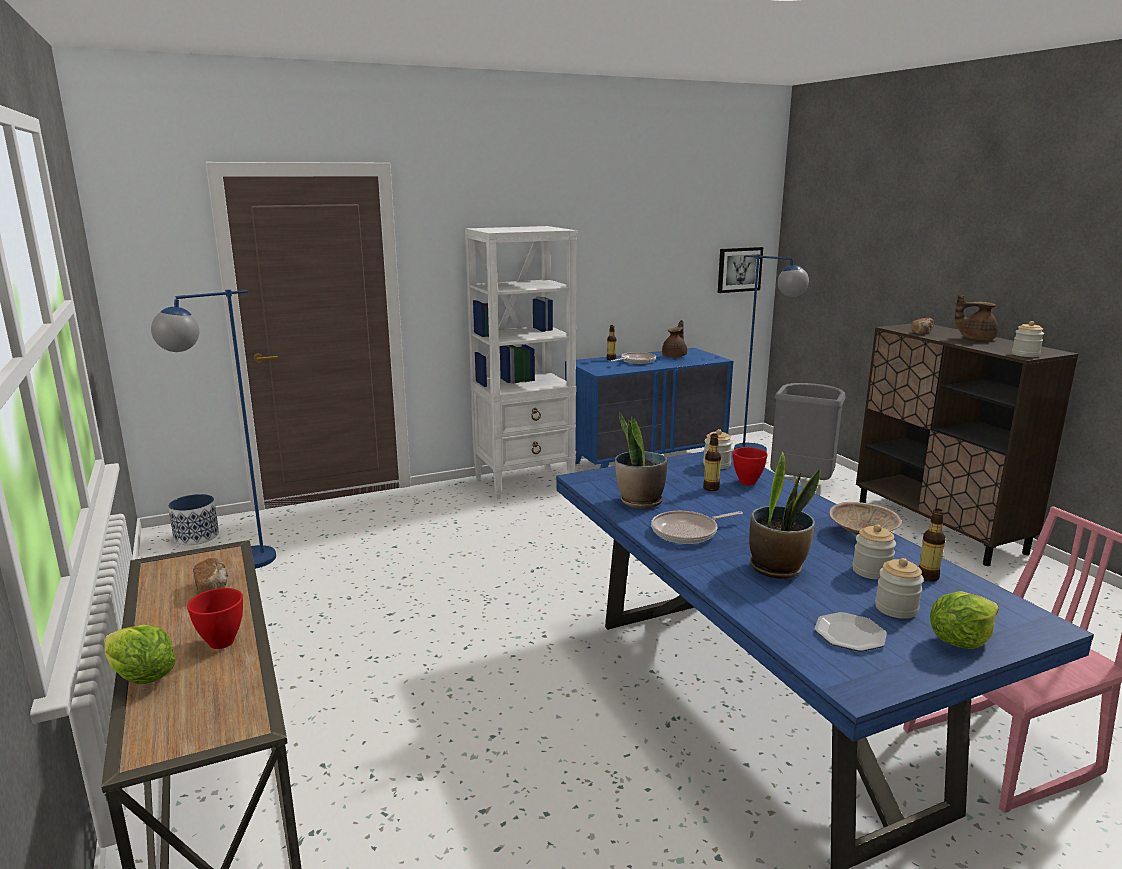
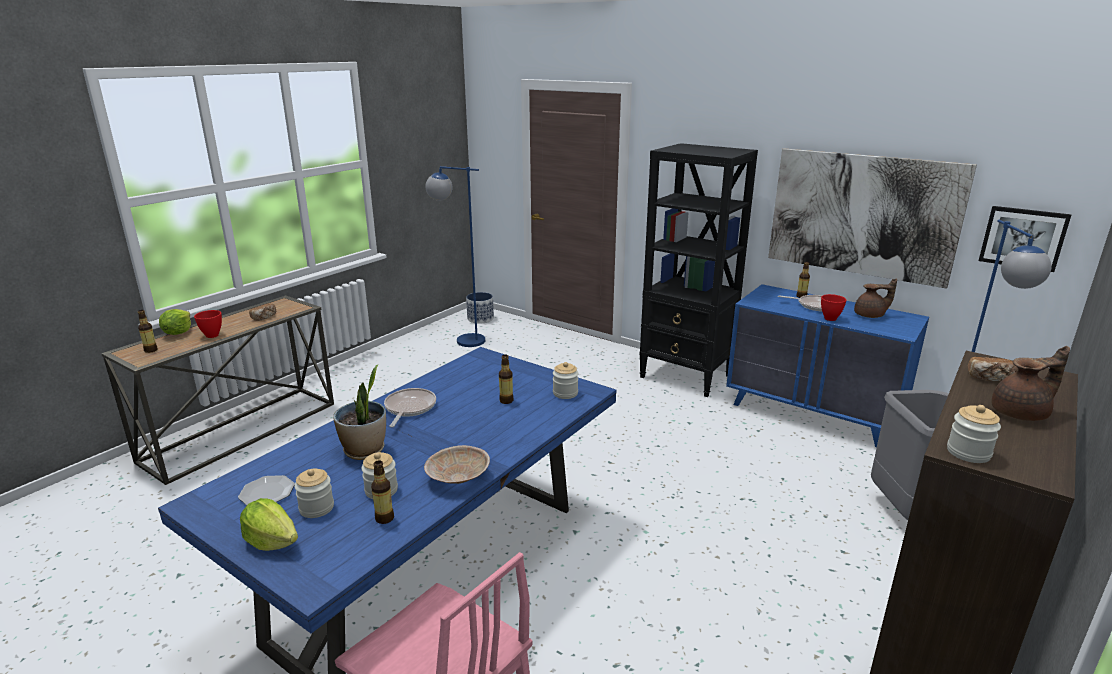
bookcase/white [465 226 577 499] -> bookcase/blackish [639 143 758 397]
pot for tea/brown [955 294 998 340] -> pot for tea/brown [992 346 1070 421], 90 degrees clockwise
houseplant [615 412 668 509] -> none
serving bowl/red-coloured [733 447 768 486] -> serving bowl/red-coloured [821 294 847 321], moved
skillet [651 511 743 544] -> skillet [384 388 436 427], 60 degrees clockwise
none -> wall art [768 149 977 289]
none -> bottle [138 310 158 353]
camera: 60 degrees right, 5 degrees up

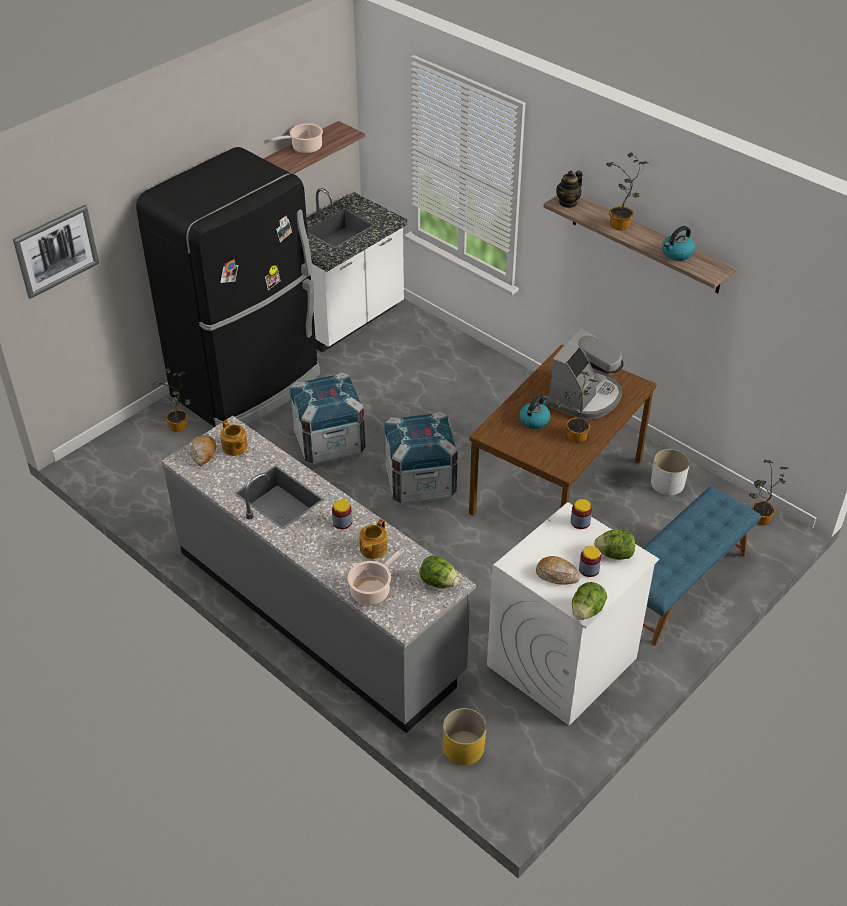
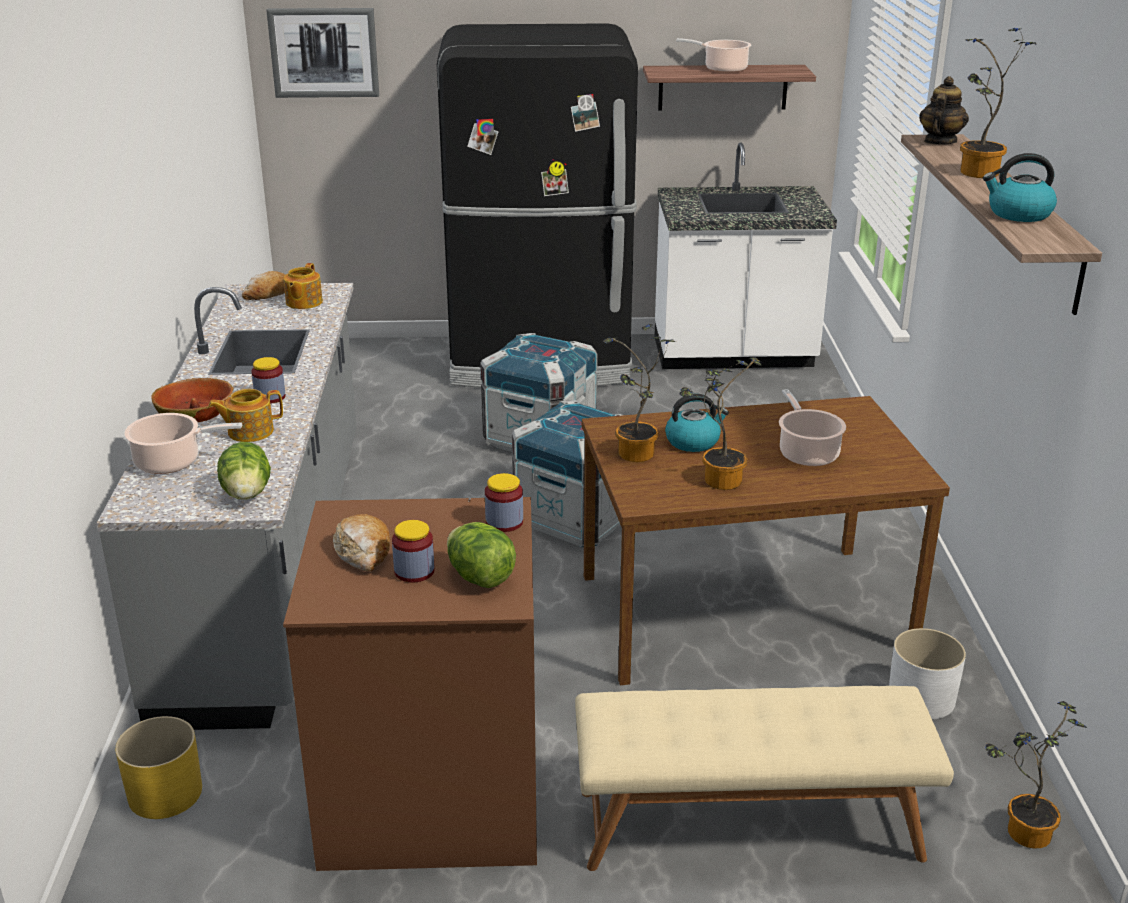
pot for tea [556 171 582 208] -> pot for tea [919 76 969 145], 120 degrees clockwise
coffee machine [546 328 624 419] -> cooking pot [779 389 846 466]
houseplant [152 368 191 432] -> houseplant [603 324 676 462], moved
bench/blue-coloured [643 486 761 646] -> bench/beige [575 686 954 871]
laundry machine/white [487 502 659 725] -> laundry machine/brown [283 497 537 871]
lettuce [572 582 607 620] -> none
none -> serving bowl [151 378 233 422]
camera: 45 degrees right, 15 degrees down

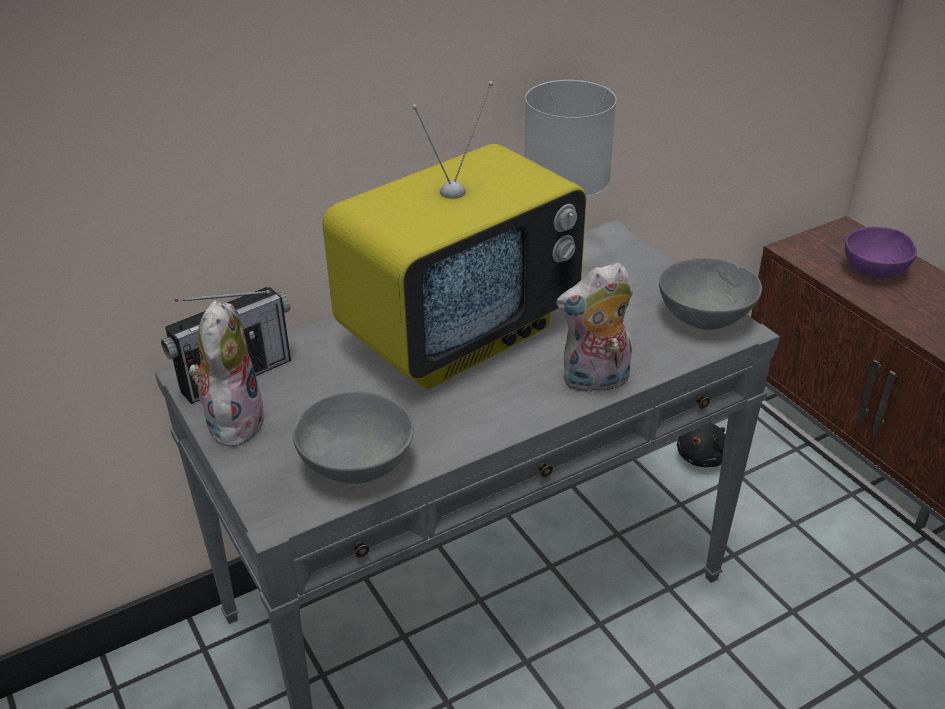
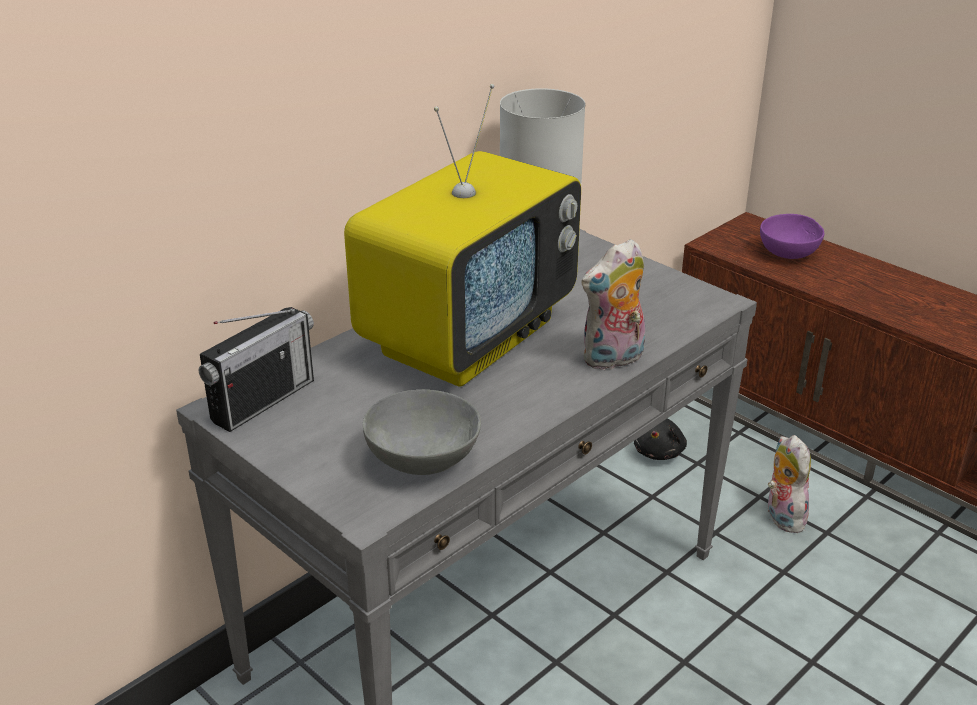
serving bowl/greyish [659 258 762 330] -> none
soft toy [189 300 265 447] -> soft toy [768 435 811 533], moved
camera: 15 degrees left, 5 degrees down

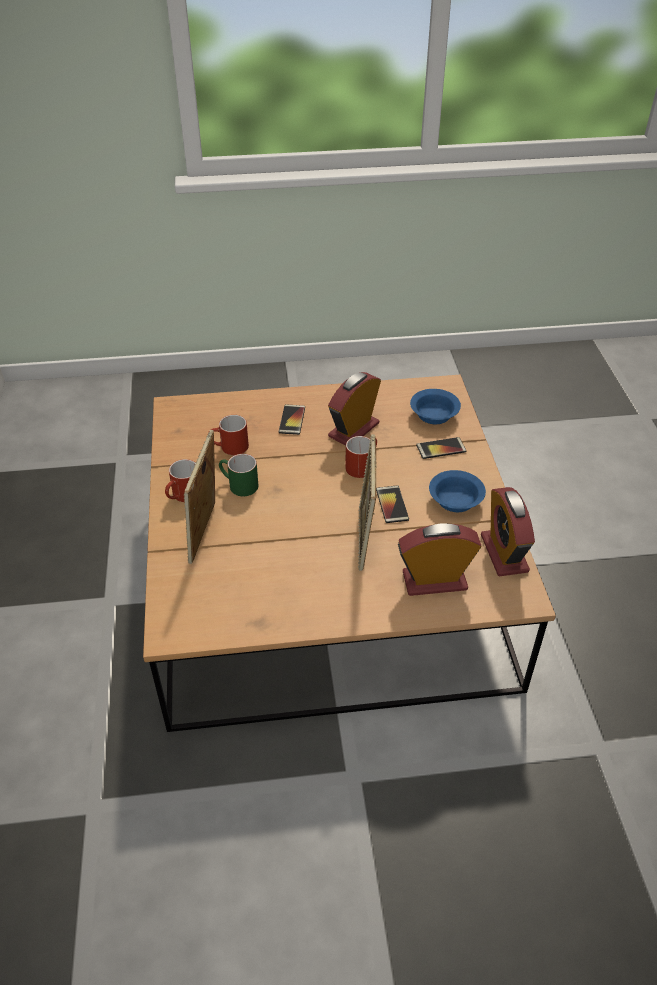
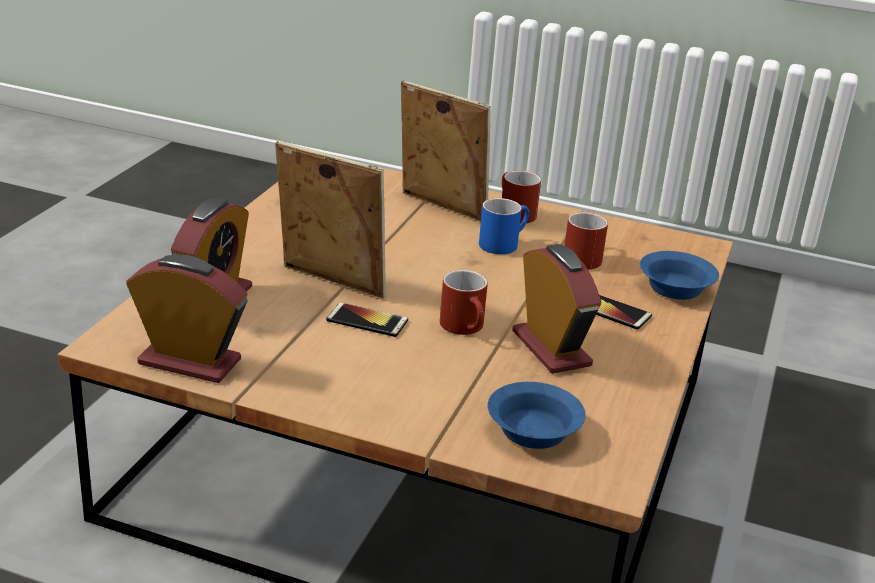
handset [416 437 466 459] -> none
mug/green-coloured [219 454 258 496] -> mug/blue-coloured [479 198 529 254]
serving bowl/blue-coloured [429 470 486 512] -> serving bowl/blue-coloured [640 251 719 300], moved
camera: 115 degrees right, 15 degrees down

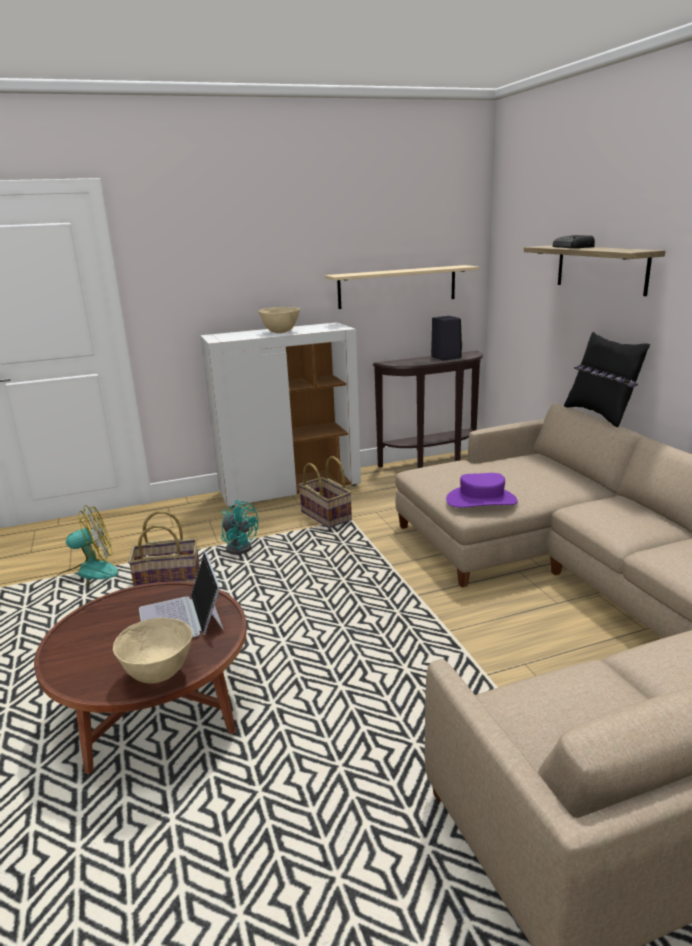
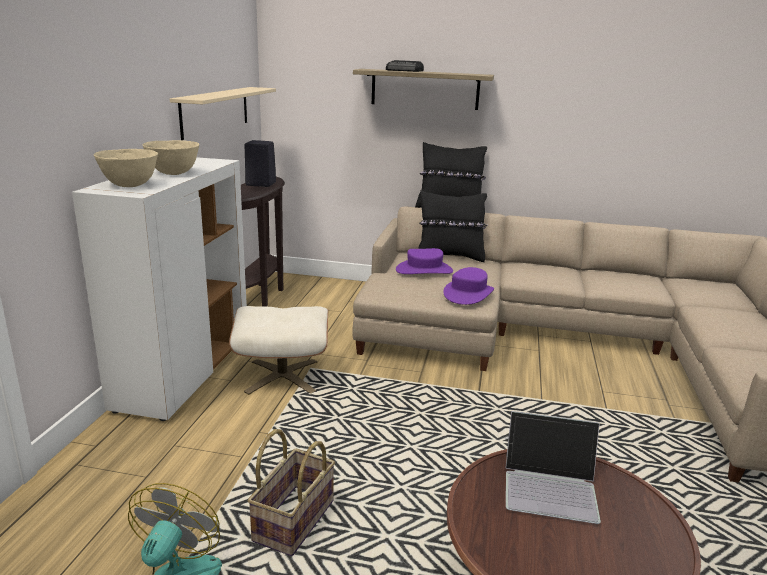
basket [298 456 352 528] -> pouffe/beige [229 306 328 395]
fan/turquoise-coloured [221 500 258 555] -> none
serving bowl/beige [113 618 193 683] -> serving bowl/beige [94 149 158 187], moved
none -> pillow/blackish [418 190 488 262]
none -> clothing hat/purplish [396 248 453 274]
camera: 60 degrees left, 0 degrees up

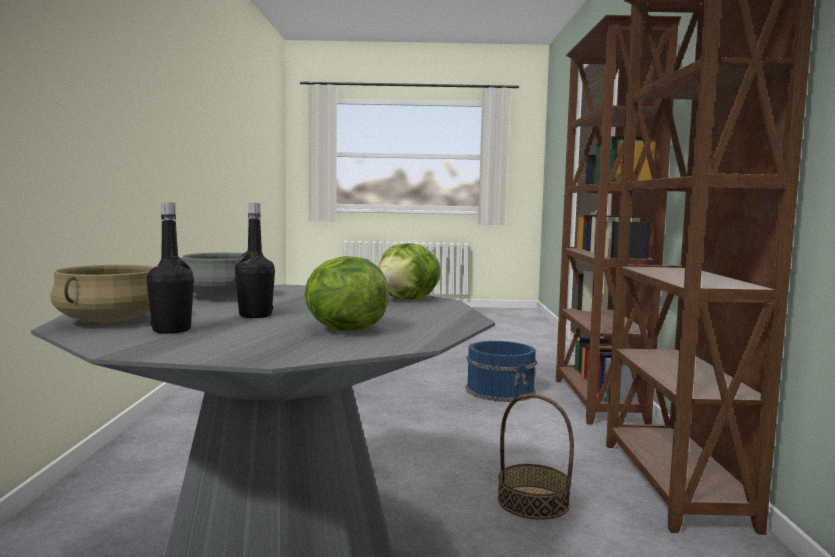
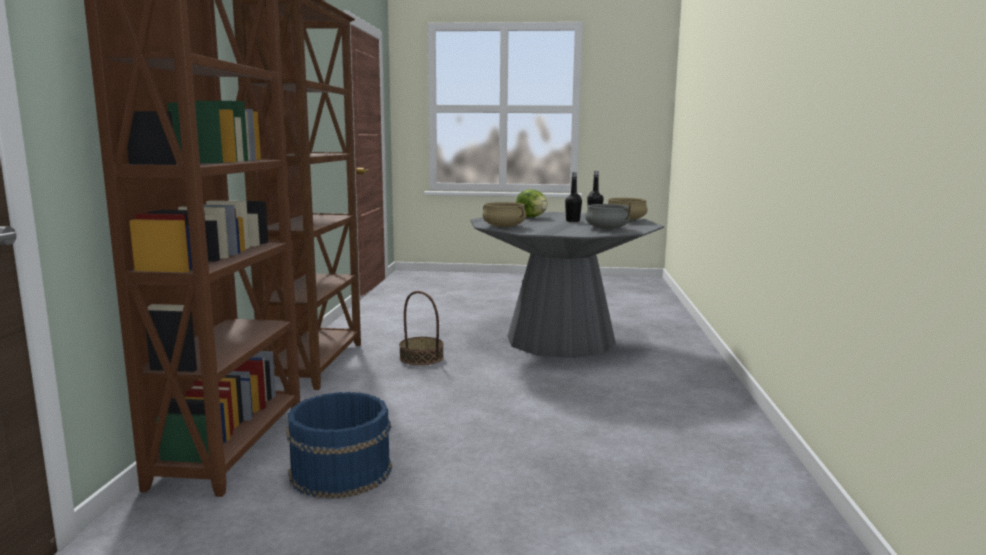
lettuce [379 243 441 300] -> cooking pot/beige [482 202 526 227]
camera: 175 degrees left, 5 degrees up

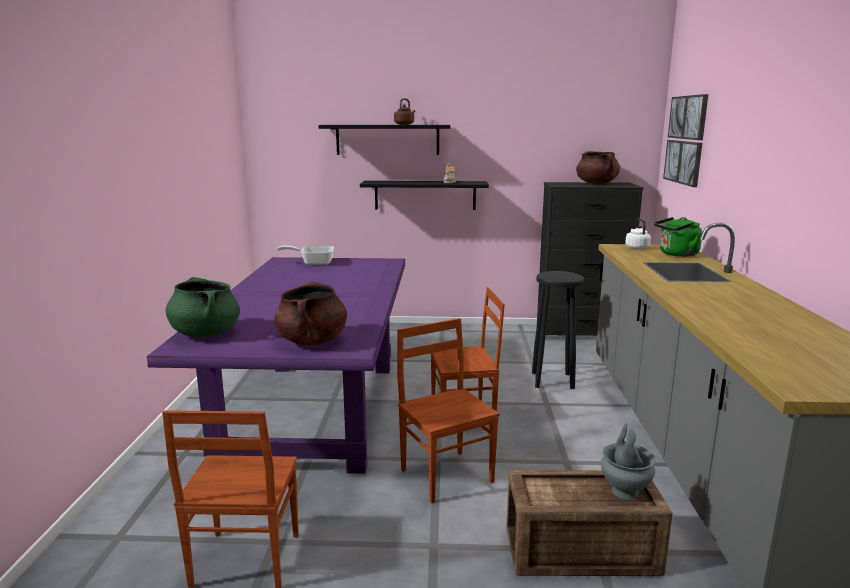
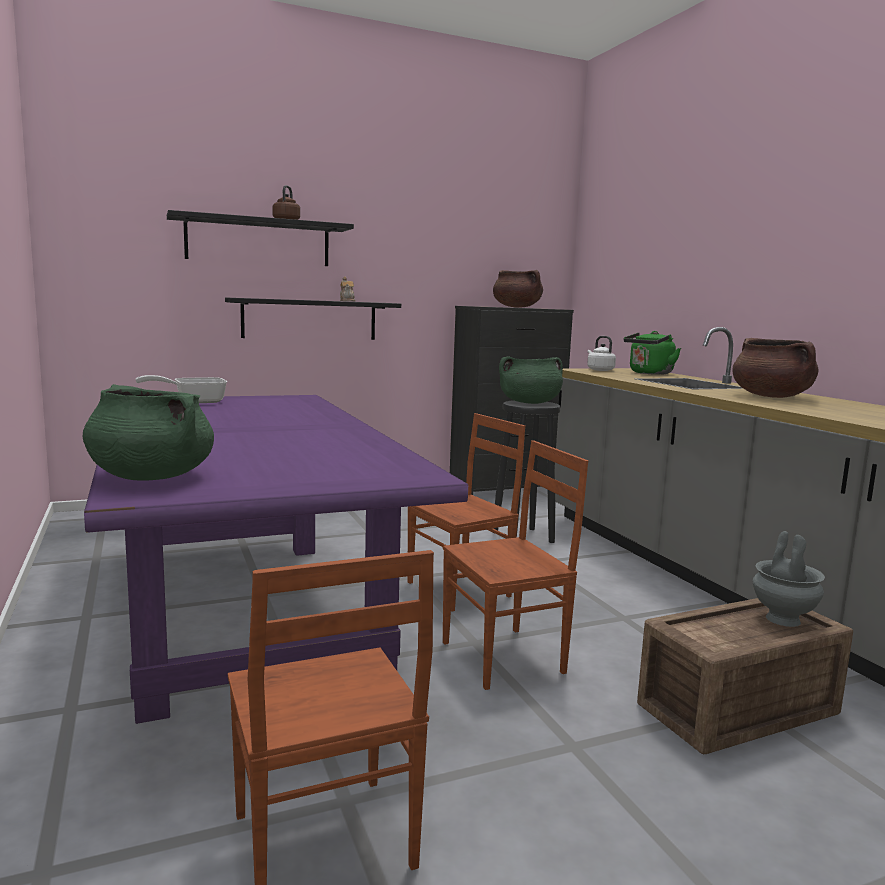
wall art [663 94 708 187] -> none
cooking pot/brown [274 282 347 345] -> cooking pot/brown [732 338 819 398], moved
chair/brown [397 318 500 503] -> chair/brown [443 440 588 690], 120 degrees clockwise
none -> cooking pot/green-coloured [499 357 563 404]
camera: 25 degrees left, 5 degrees down

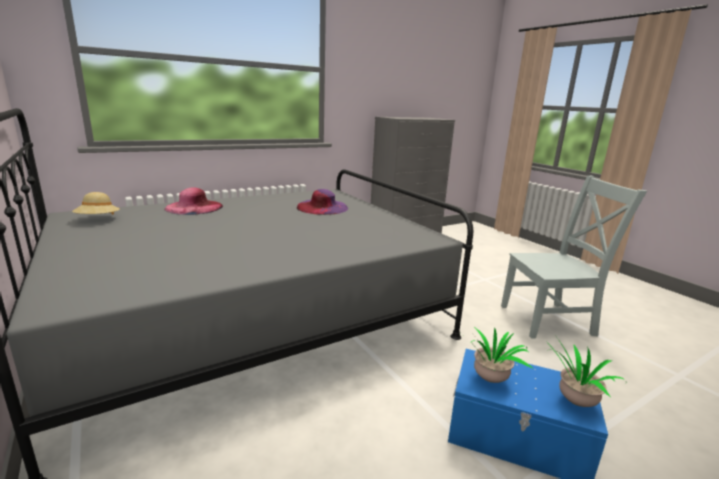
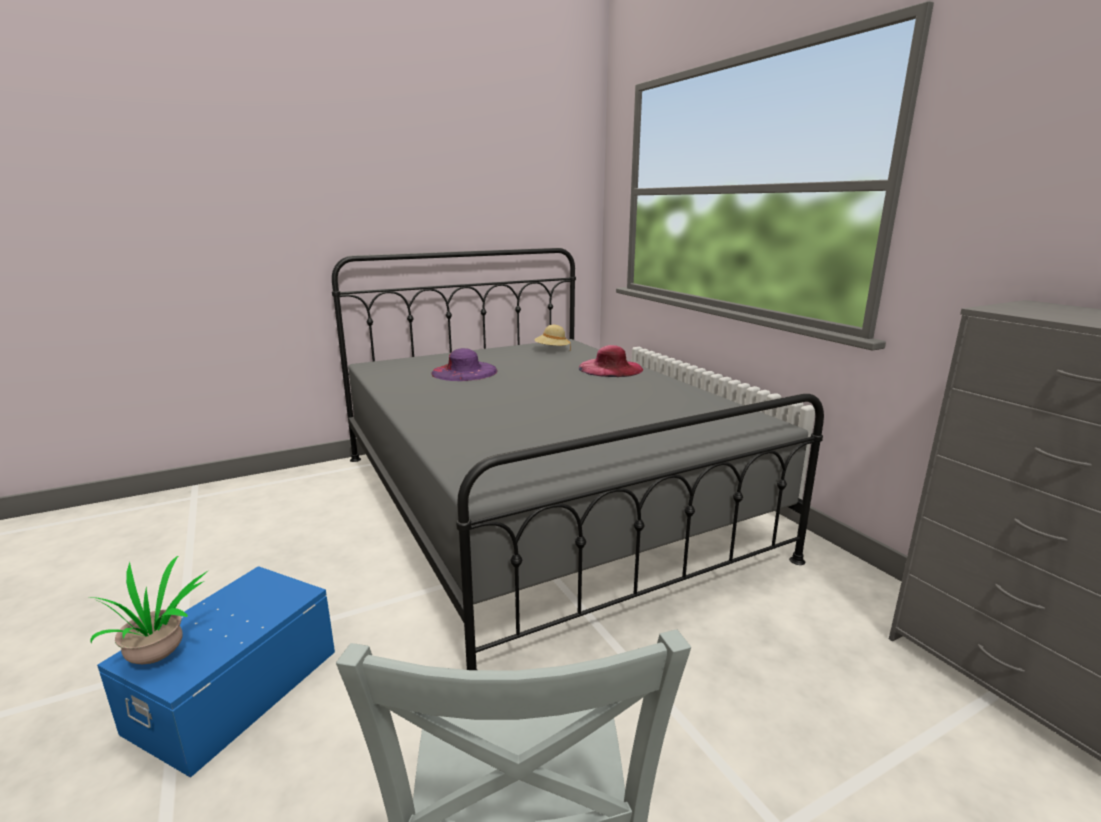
clothing hat/purplish [297 189 348 215] -> clothing hat/purplish [431 348 498 381], moved
houseplant [461 327 534 383] -> none
camera: 95 degrees right, 0 degrees up

